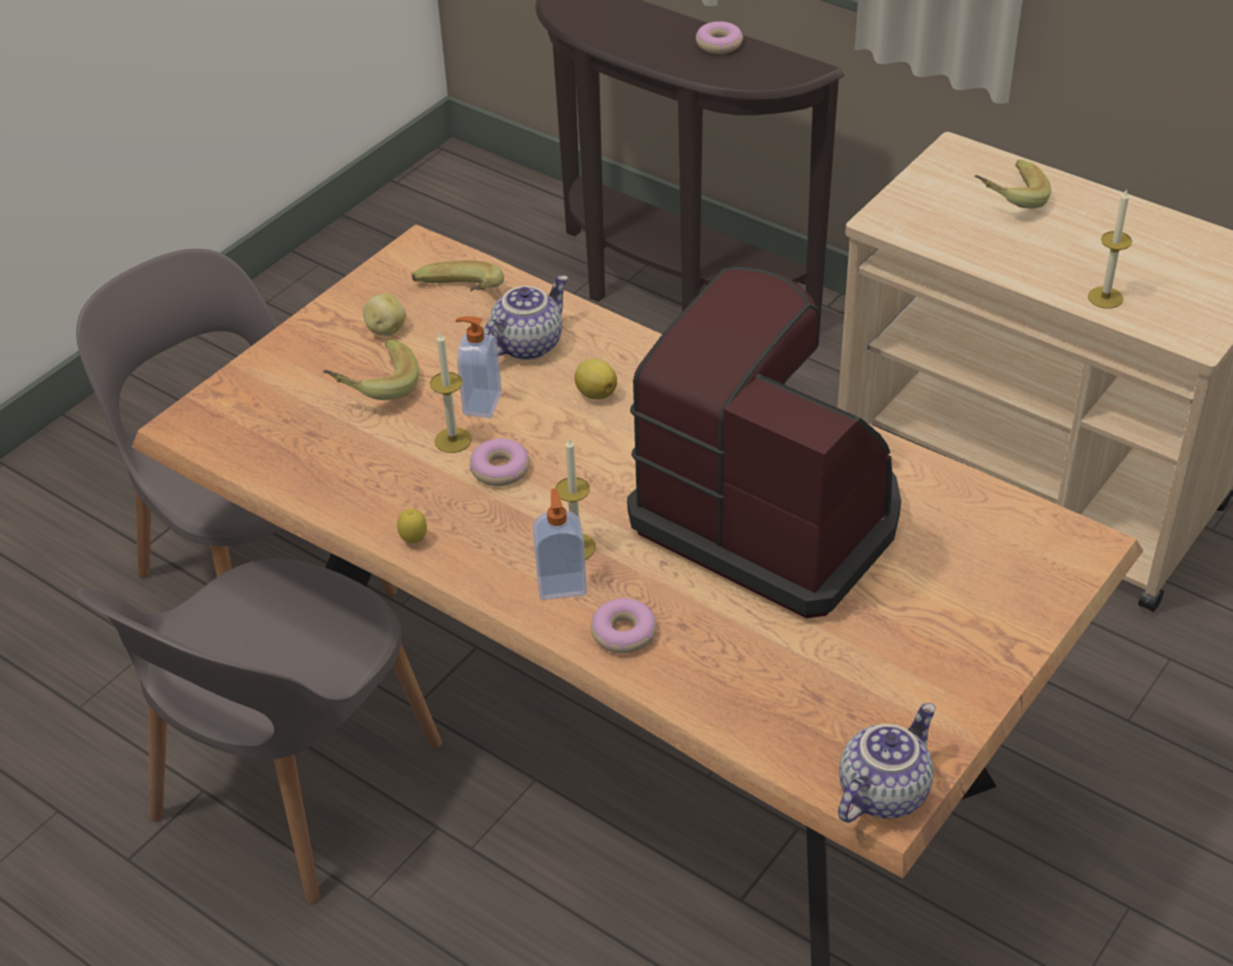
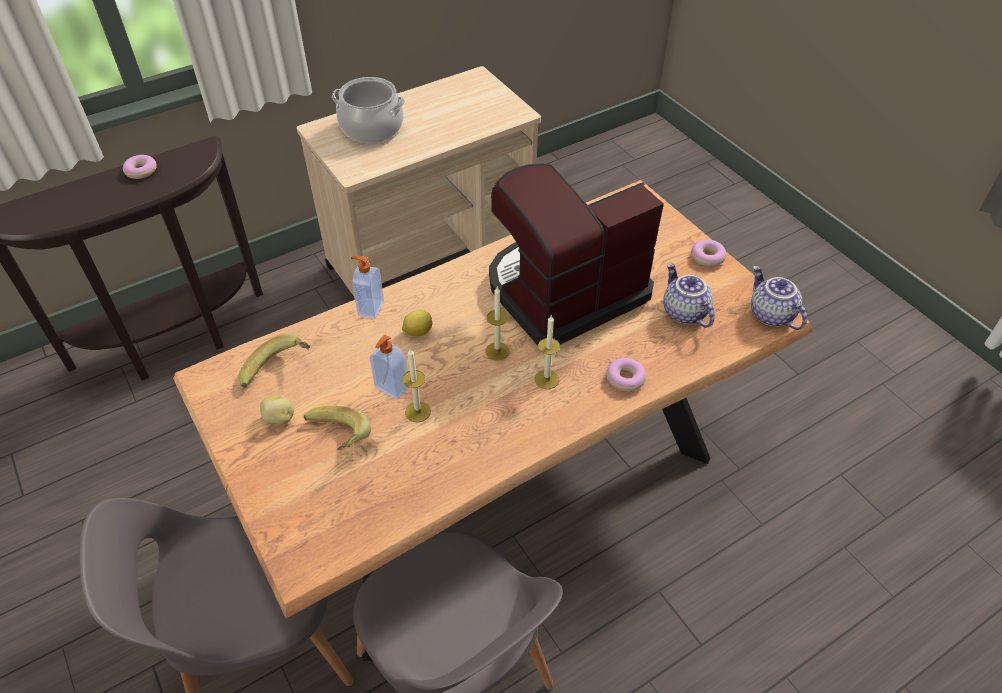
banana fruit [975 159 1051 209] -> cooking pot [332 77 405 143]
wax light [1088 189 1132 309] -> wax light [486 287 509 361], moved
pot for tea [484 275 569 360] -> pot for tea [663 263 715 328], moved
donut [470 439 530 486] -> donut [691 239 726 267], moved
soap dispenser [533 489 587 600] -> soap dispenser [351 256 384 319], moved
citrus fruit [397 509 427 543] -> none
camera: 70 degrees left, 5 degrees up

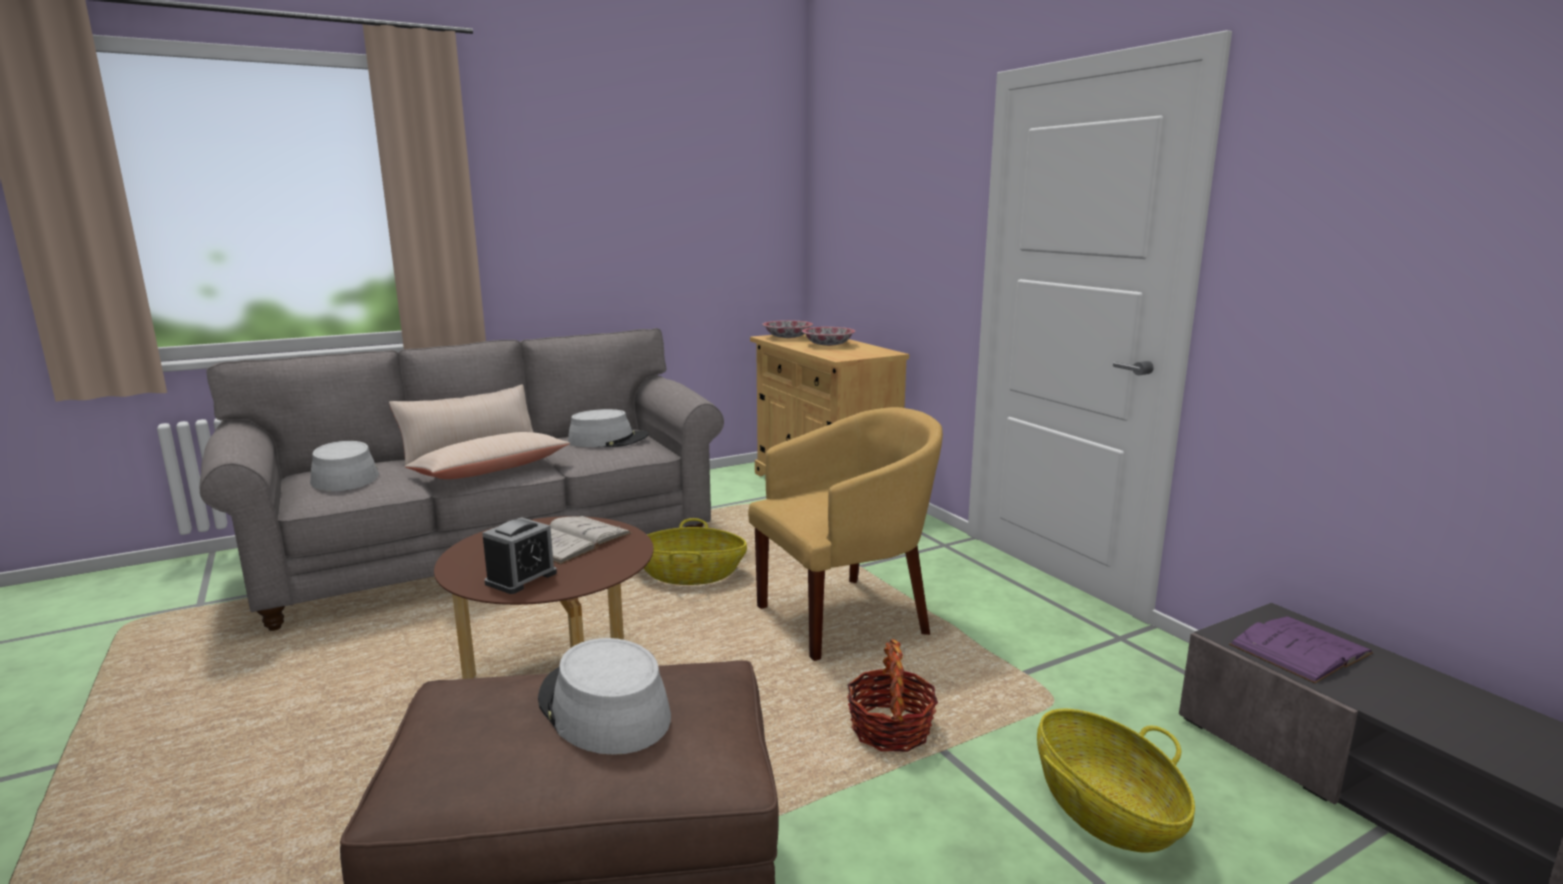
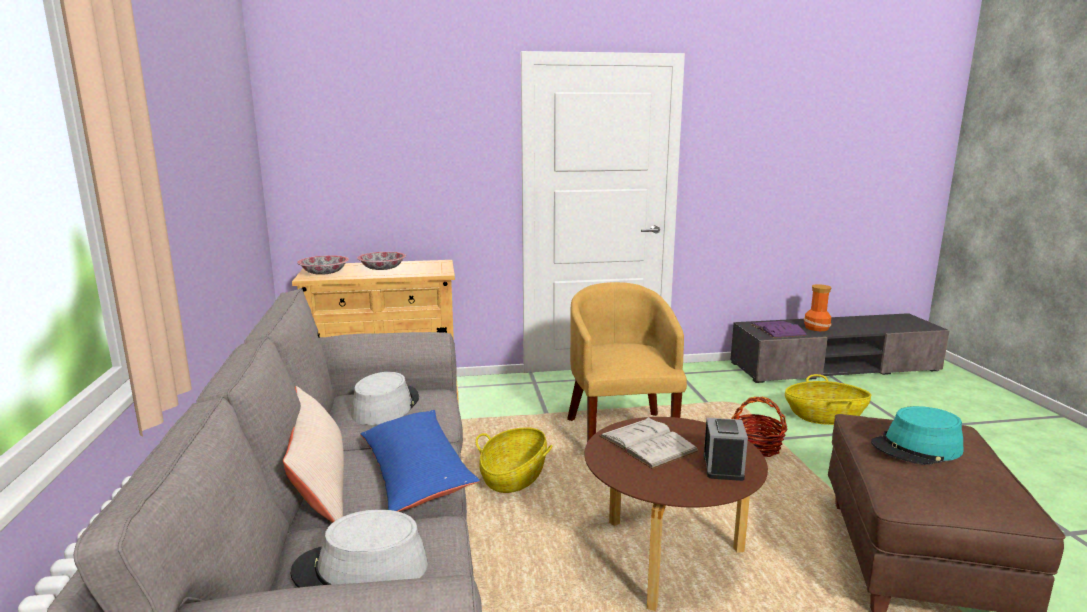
pillow/beige [405 432 570 479] -> pillow/blue-coloured [360 410 480 512]
alarm clock [482 517 557 594] -> alarm clock [704 418 748 481], 45 degrees clockwise
clothing hat/greyish [538 638 671 755] -> clothing hat/turquoise-coloured [871 406 963 465]
none -> flower vase [804 284 832 331]
camera: 70 degrees left, 0 degrees up

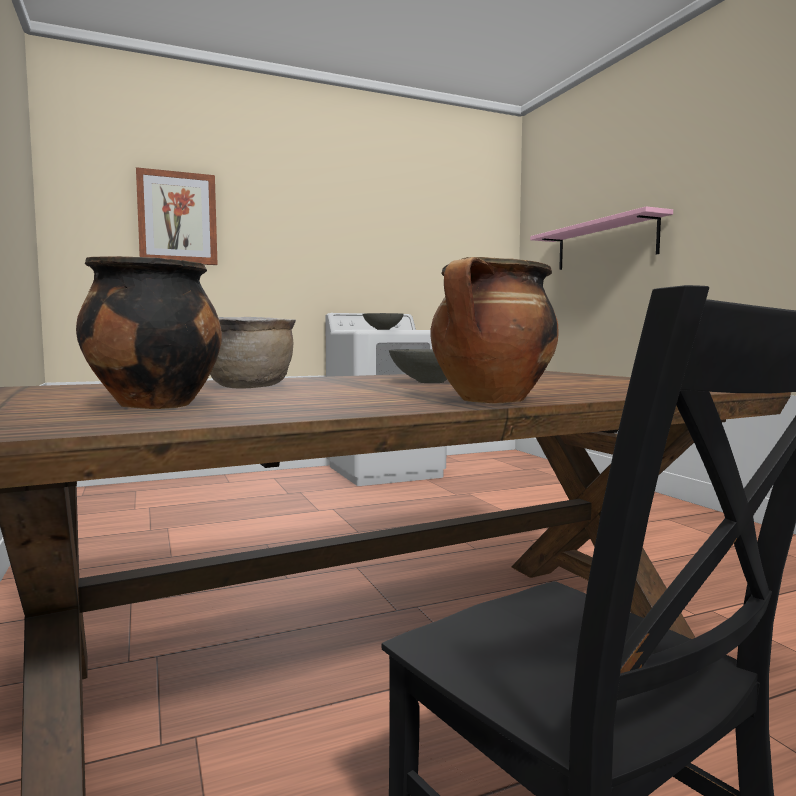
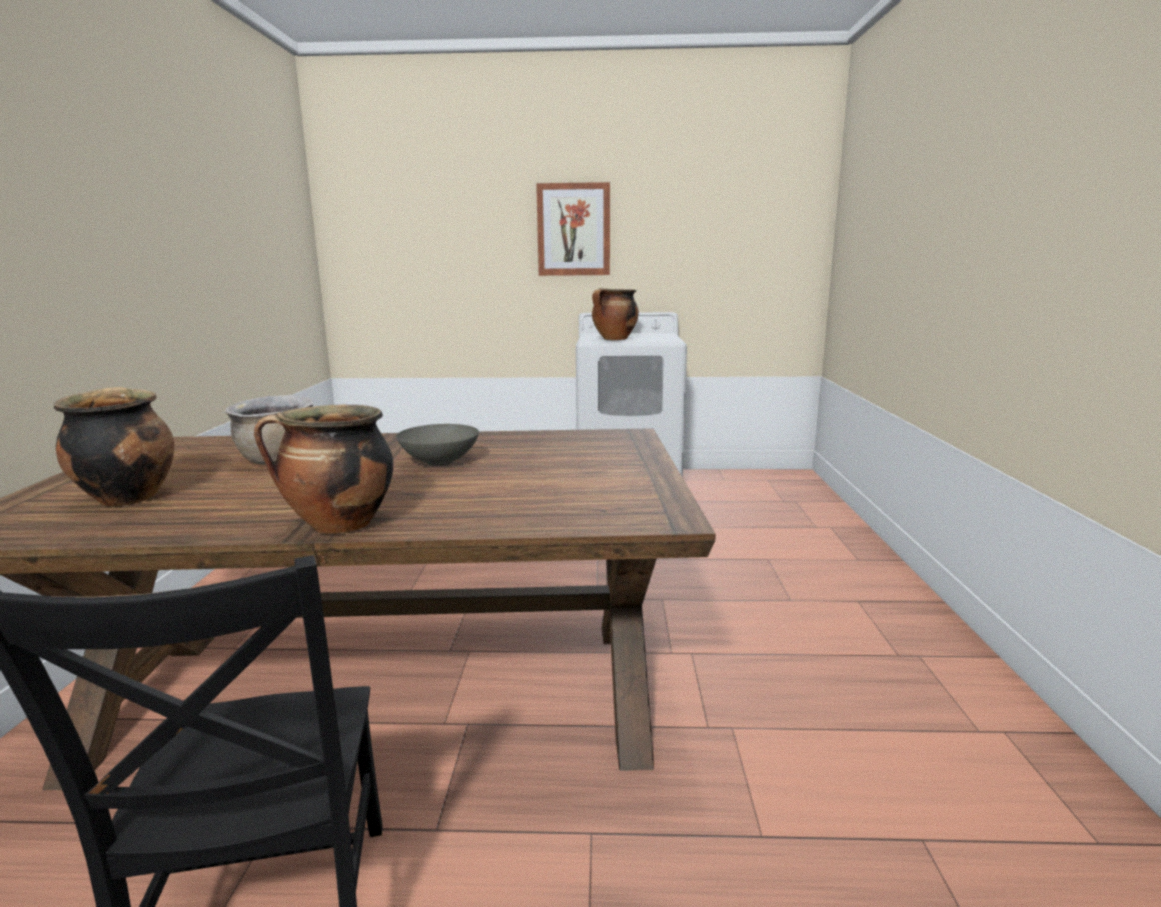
wall art [136 167 218 265] -> wall art [536 182 610 276], moved
bracket shelf/pink-coloured [530 206 673 270] -> none
serving bowl/greyish [363 313 404 330] -> cooking pot [592 288 639 340]
camera: 25 degrees right, 10 degrees up

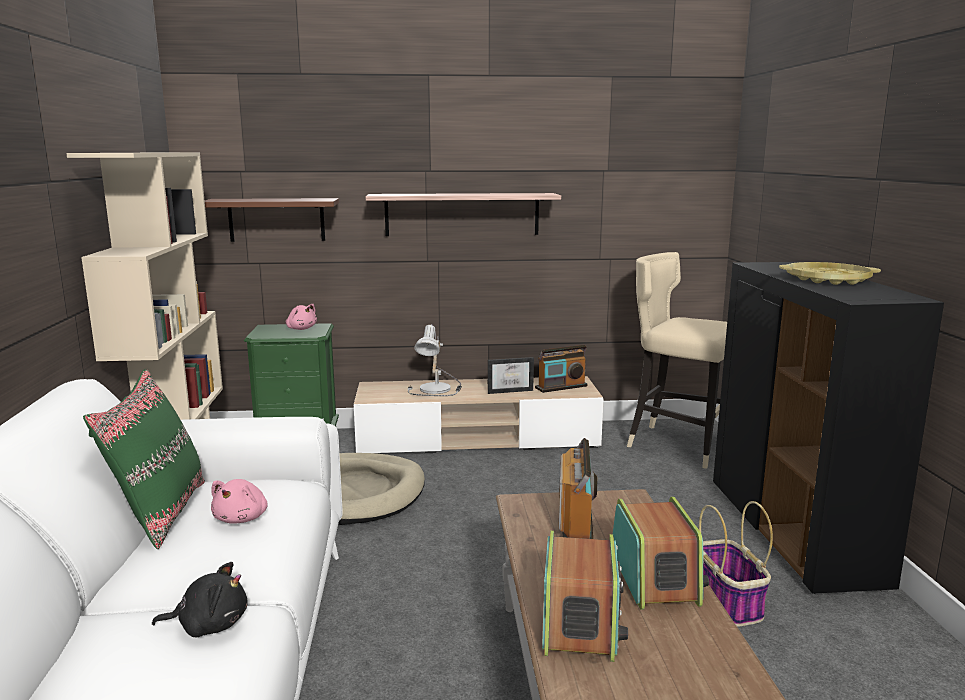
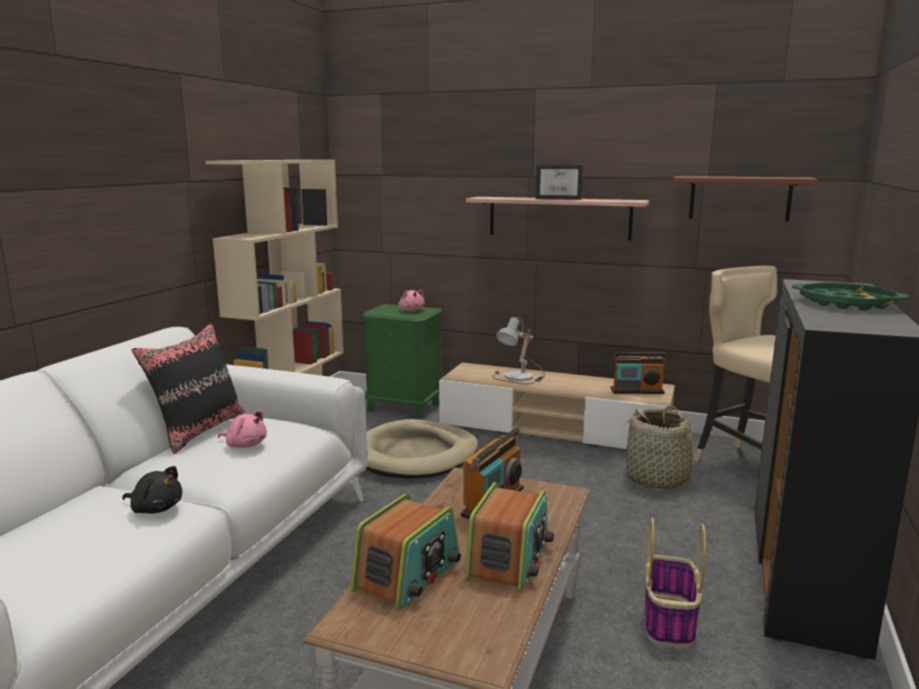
bracket shelf/brown [205 198 339 242] -> bracket shelf/brown [672 176 818 222], moved
tray/yellow [779 262 881 285] -> tray/green-coloured [792 283 909 311]
standing frame [487 357 534 394] -> standing frame [536 165 583 200], moved
pillow/green-coloured [83 369 205 549] -> pillow/blackish [132 323 246 454]
soft toy/pink-coloured [211 479 268 524] -> soft toy/pink-coloured [218 410 267 448], 105 degrees counterclockwise
none -> basket [621 406 705 489]
camera: 25 degrees right, 0 degrees up

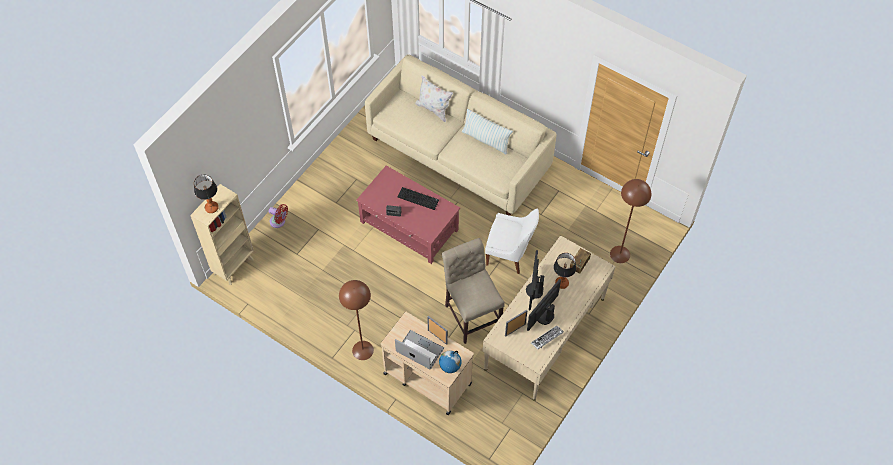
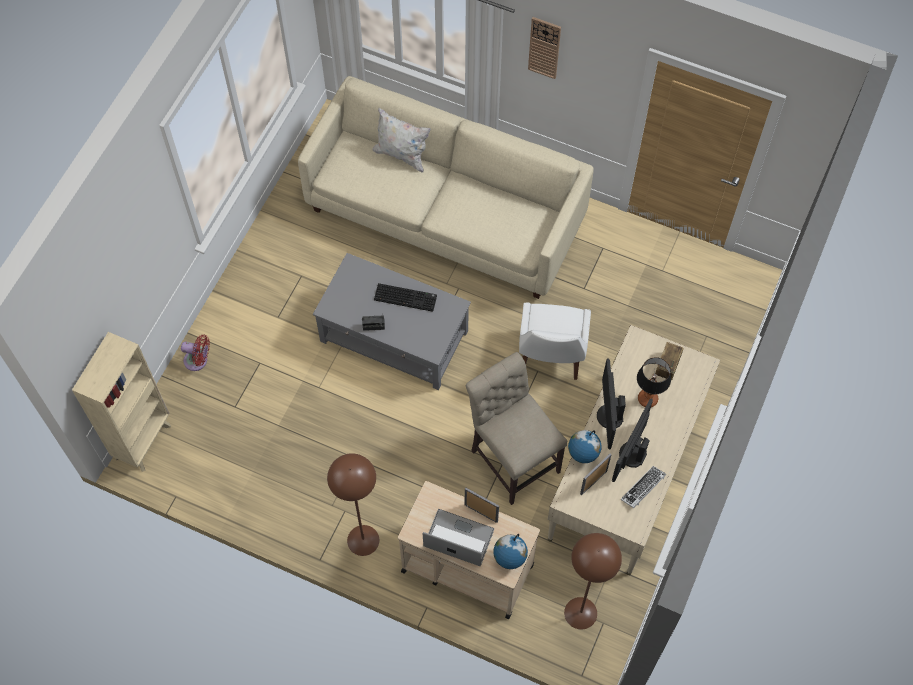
pillow [462 109 513 154] -> none
lounge table/red-coloured [356 166 460 264] -> lounge table/greyish [313 253 471 390]
tabletop lamp [194 174 219 213] -> none
standing lamp/brown [610 179 651 263] -> standing lamp/brown [564 533 622 629], moved
chair/white [485 209 539 274] -> chair/white [519 302 591 380], 90 degrees clockwise
none -> wall clock [528 17 561 79]
none -> world globe [568 430 601 463]
camera: 10 degrees left, 5 degrees up

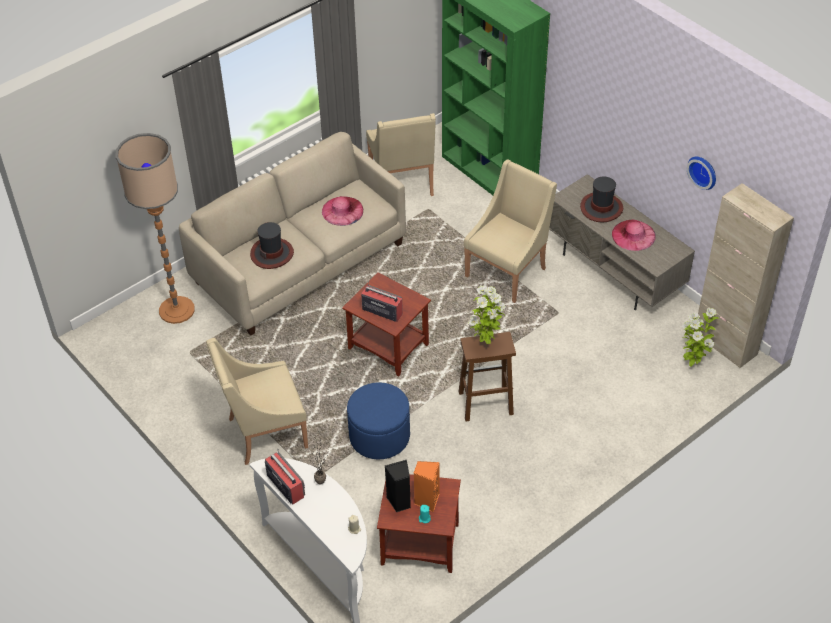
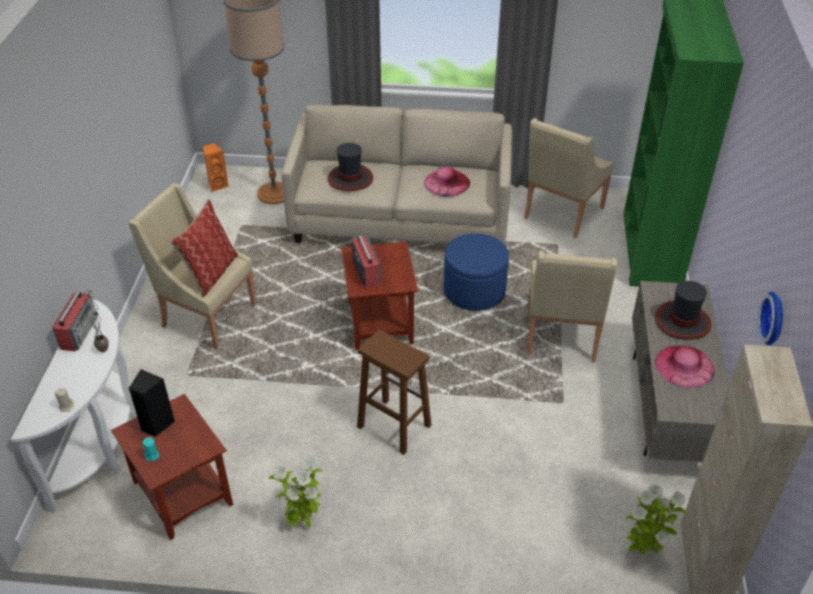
easy chair/beige [464 159 557 303] -> easy chair/beige [527 251 618 363], 105 degrees clockwise
houseplant [469 285 506 345] -> houseplant [268 456 323 528], moved
pouffe/blue-coloured [347 382 410 459] -> pouffe/blue-coloured [444 233 509 311], moved
speaker/orange-coloured [414 461 440 512] -> speaker/orange-coloured [203 143 229 192], moved
none -> pillow [170 199 238 298]
camera: 45 degrees right, 5 degrees down

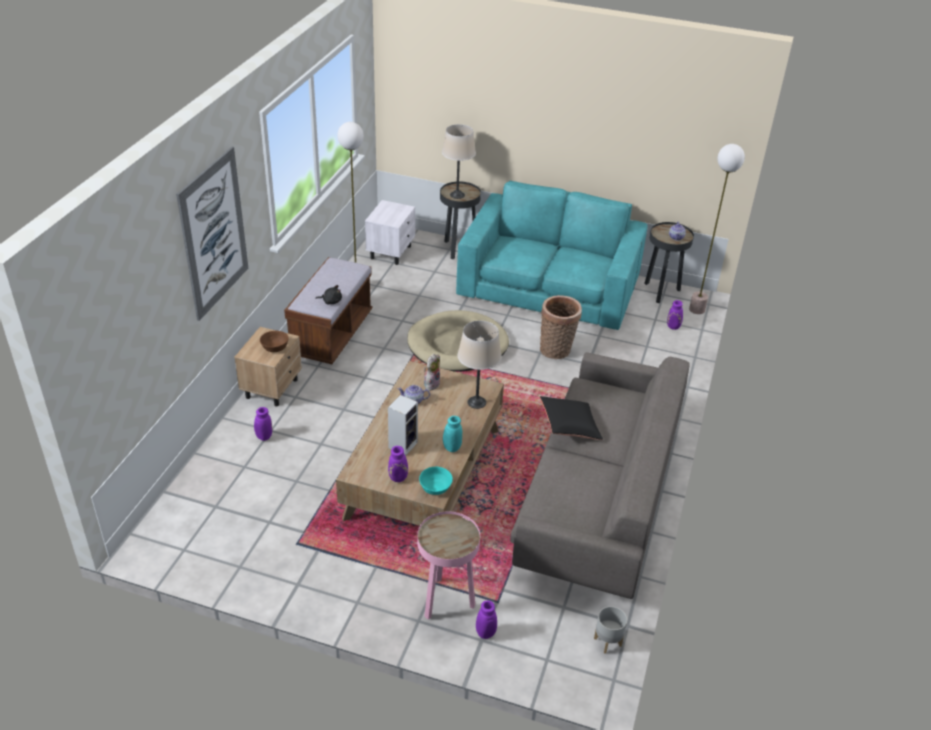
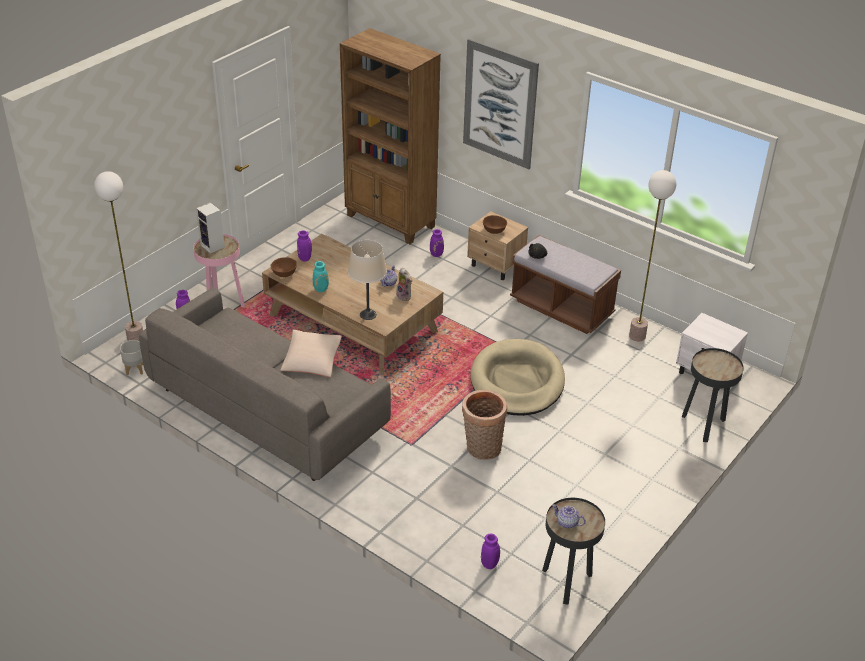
tabletop lamp/beige [442 124 476 199] -> none
standing lamp [689 144 745 314] -> standing lamp [94 171 143 341], moved
sofa/turquoise-coloured [456 181 648 330] -> none
speaker [388 395 418 456] -> speaker [196 202 225 254], moved
pillow/blackish [540 396 603 440] -> pillow/beige [281 330 342 377]
serving bowl/turquoise-coloured [419 467 453 495] -> serving bowl/brown [271 257 297 277]
none -> bookcase/brown [340 28 441 244]
camera: 110 degrees right, 0 degrees up

